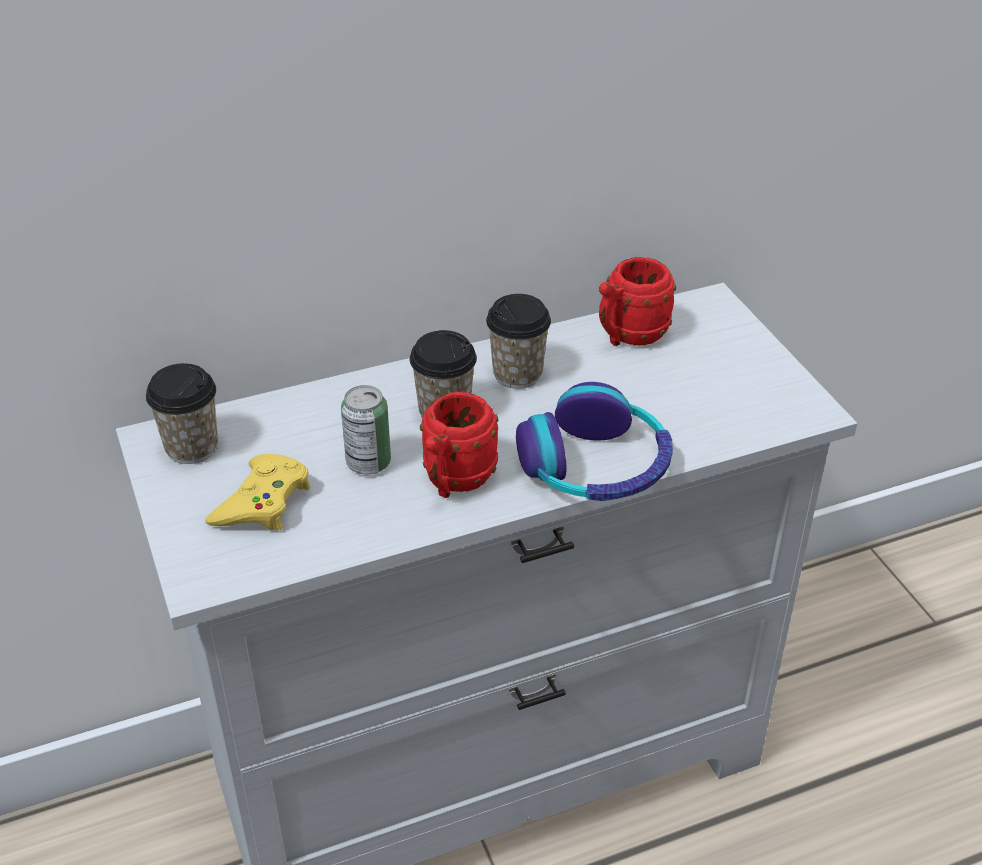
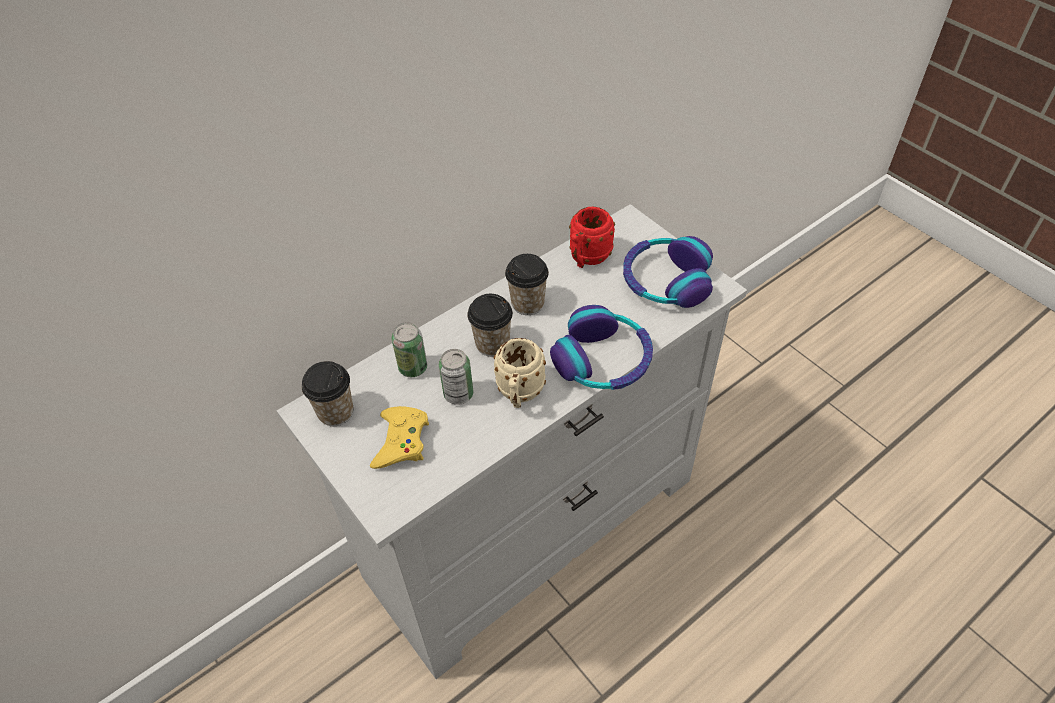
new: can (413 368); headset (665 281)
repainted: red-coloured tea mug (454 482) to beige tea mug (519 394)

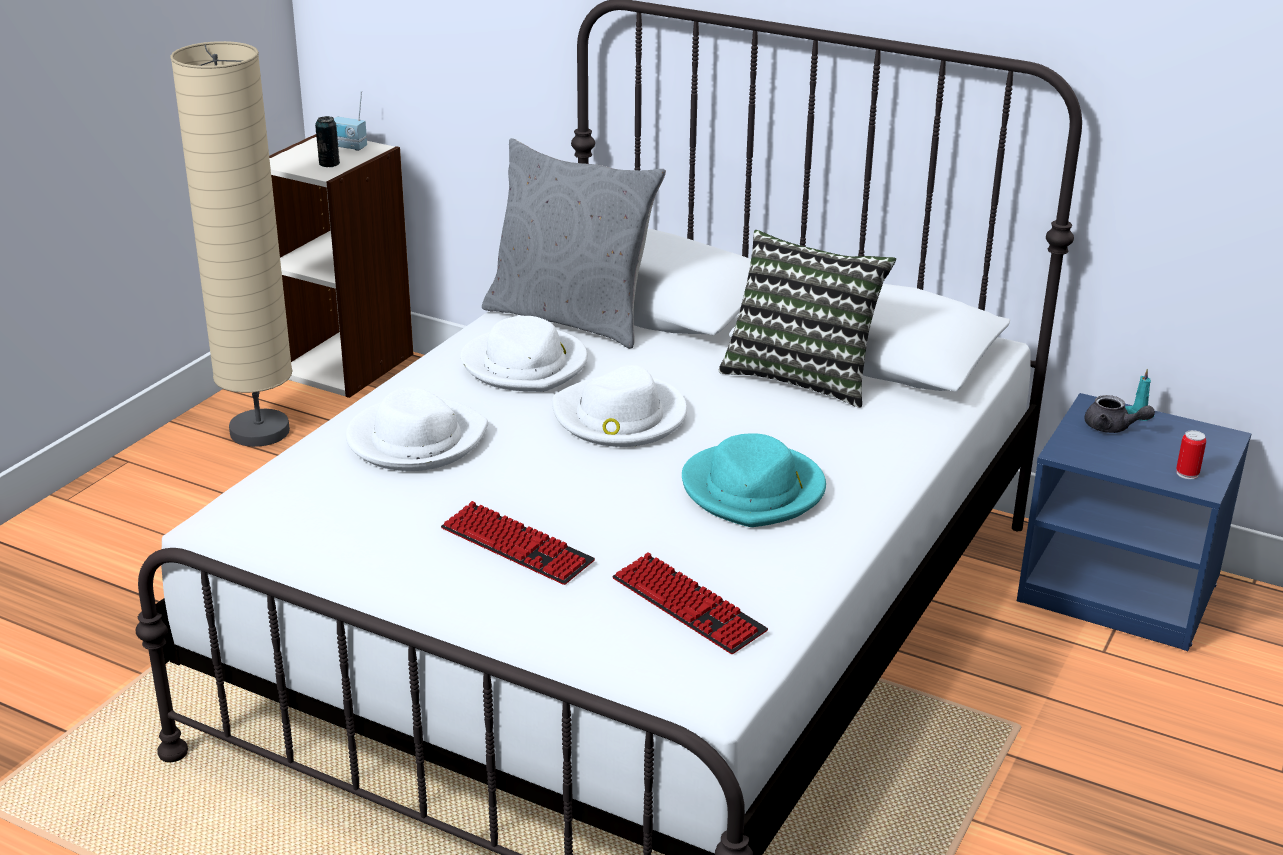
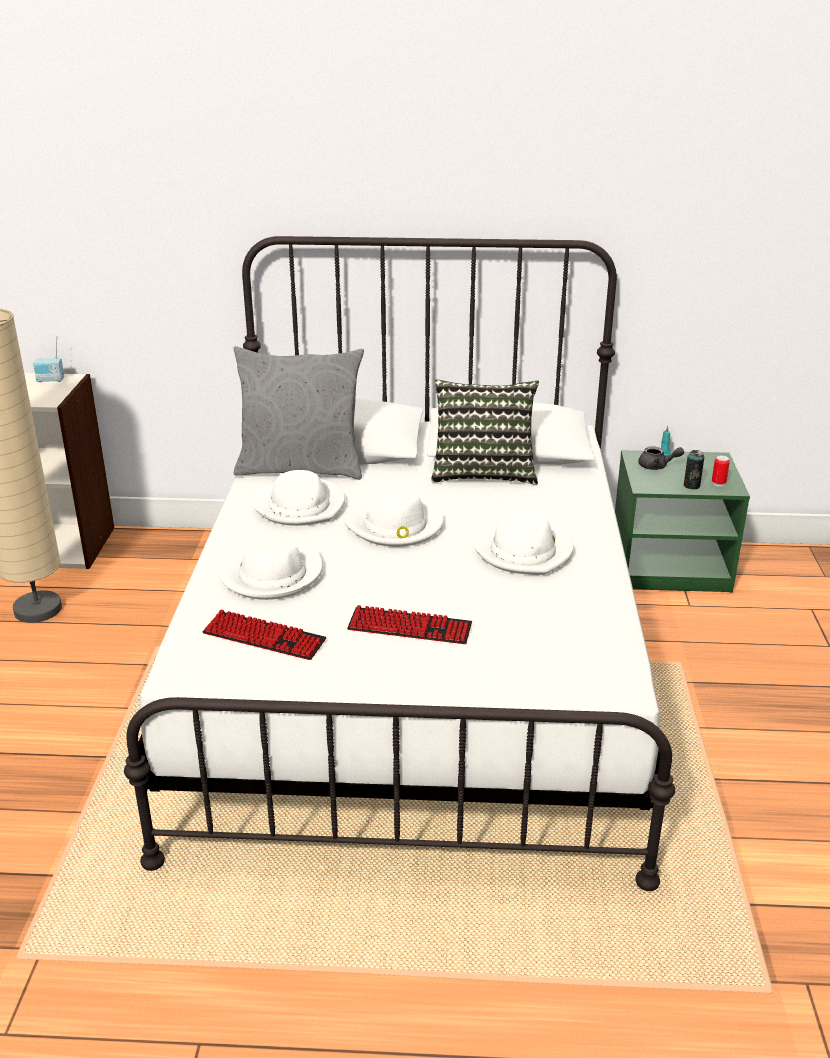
shifted: can (329 163) to (691 486); computer keyboard (688 606) to (264 637)
repainted: turquoise hat (754 490) to whitish hat (523 551); bluish bedside table (1121 589) to green bedside table (670 566)

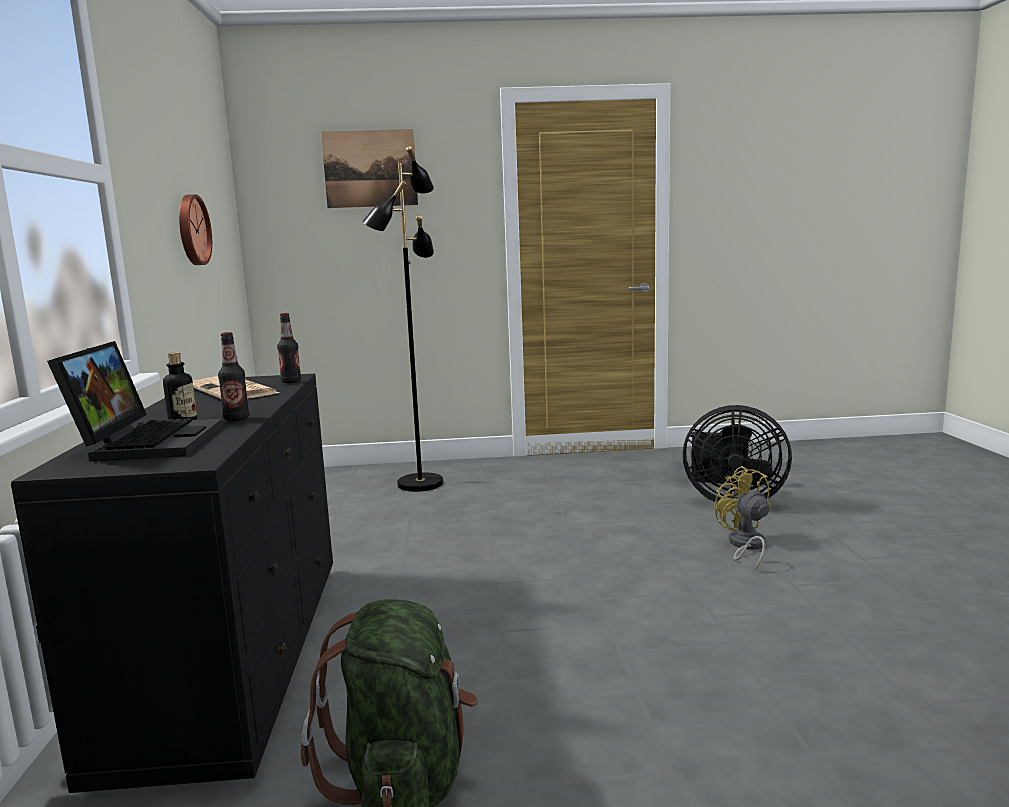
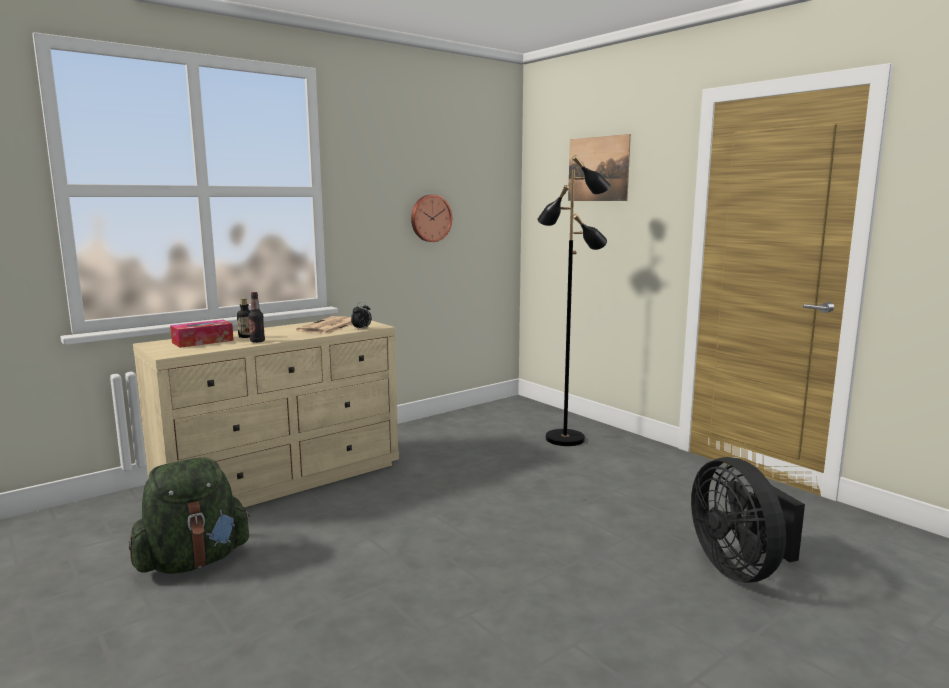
gone: yellowish electric fan (745 546)
swapped: portable computer (148 442) to box of tissues (203 341); bottle (291 382) to alarm clock (362 329)
repainted: black dresser (237 656) to beige dresser (283 479)

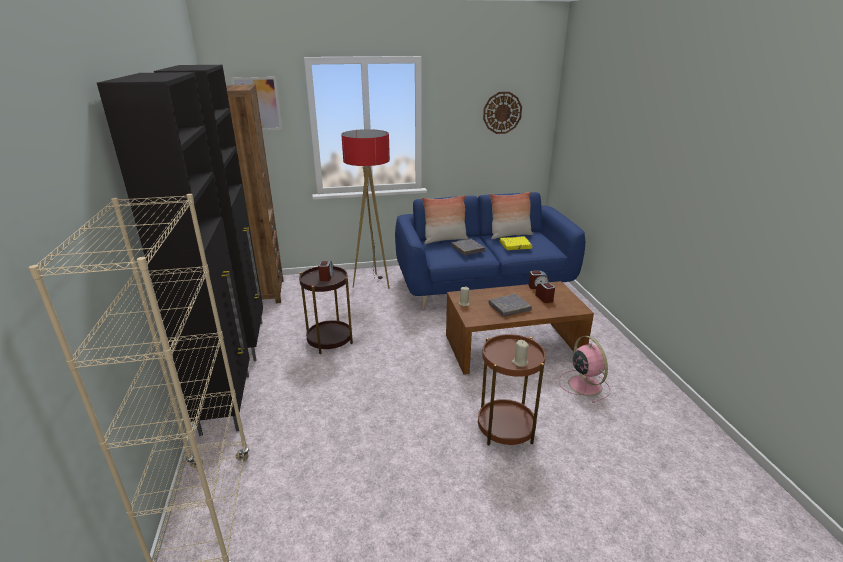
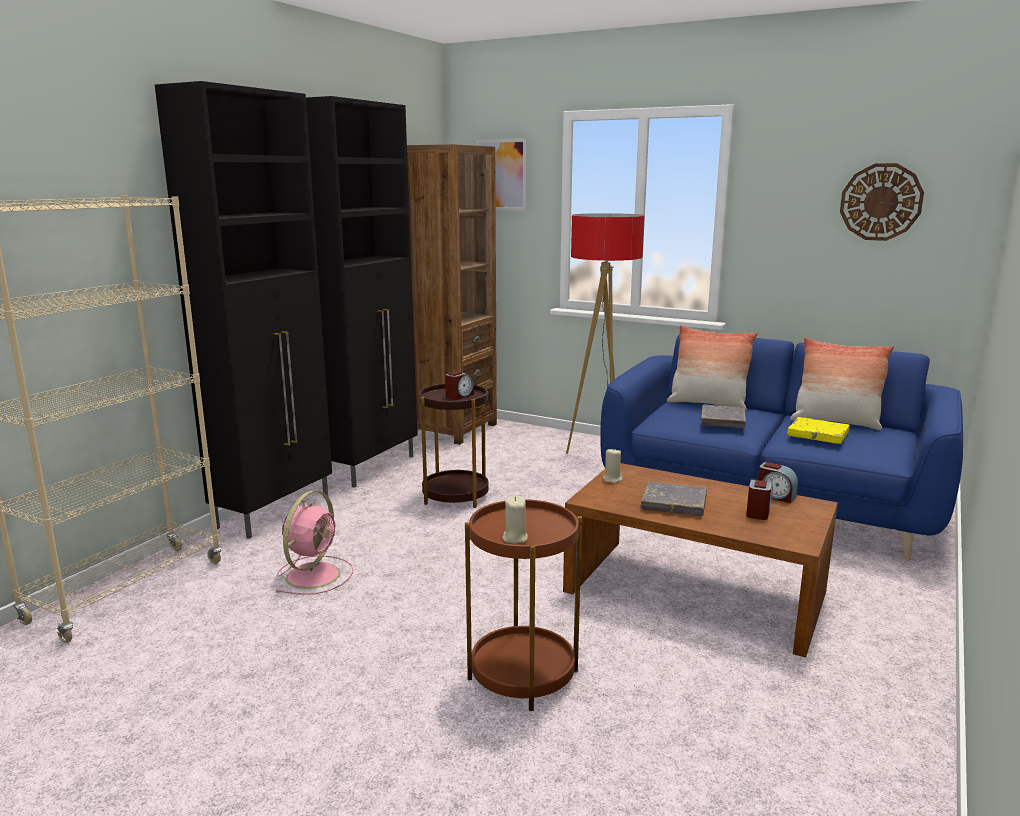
shifted: pinkish electric fan (584 384) to (314 574)

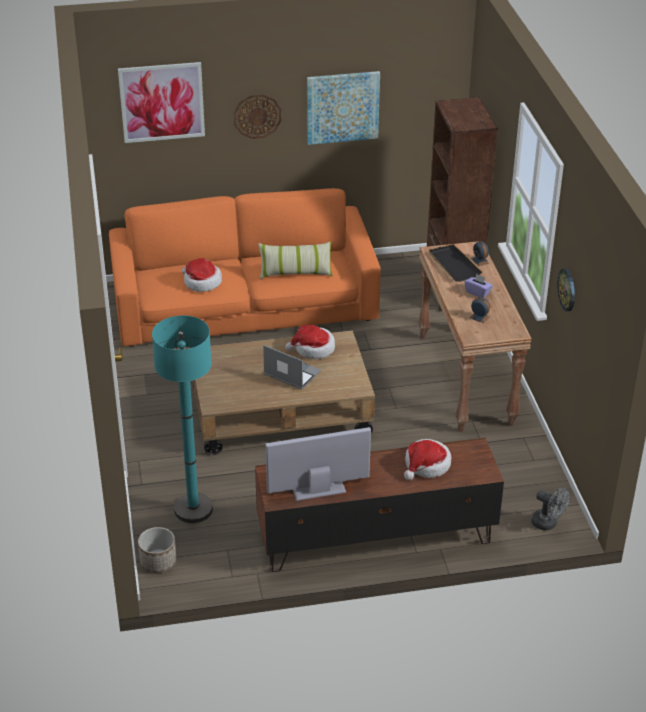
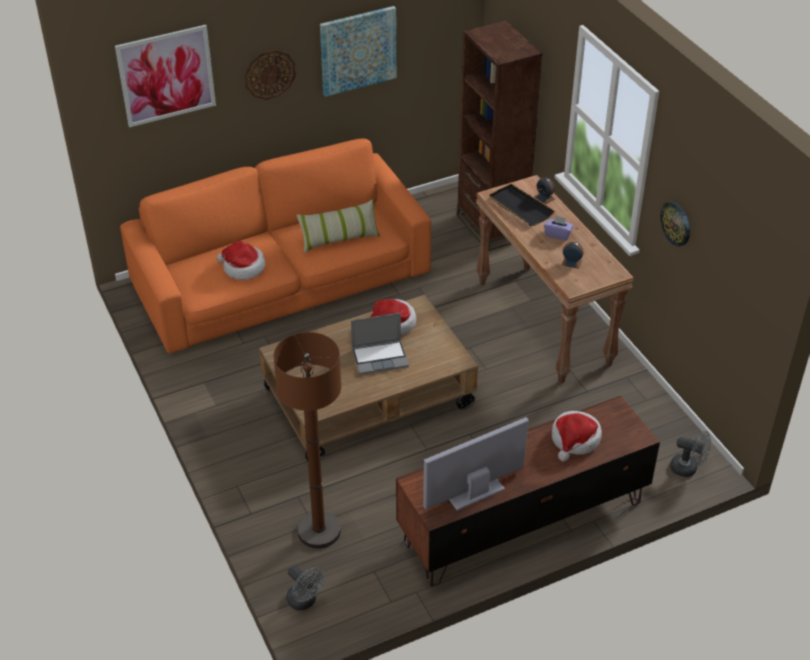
swapped: planter (158 561) to grey electric fan (304 602)
repainted: turquoise standard lamp (193 509) to brown-coloured standard lamp (319 531)
rotated: portable computer (291 374) = (380 357) 150 degrees clockwise

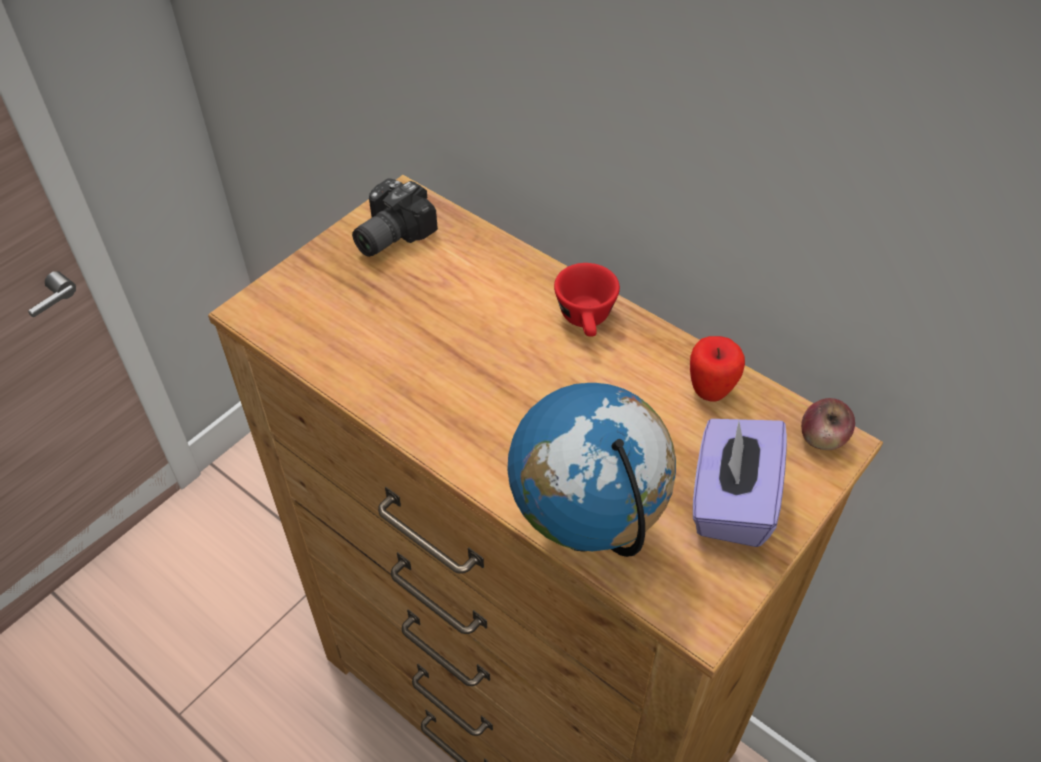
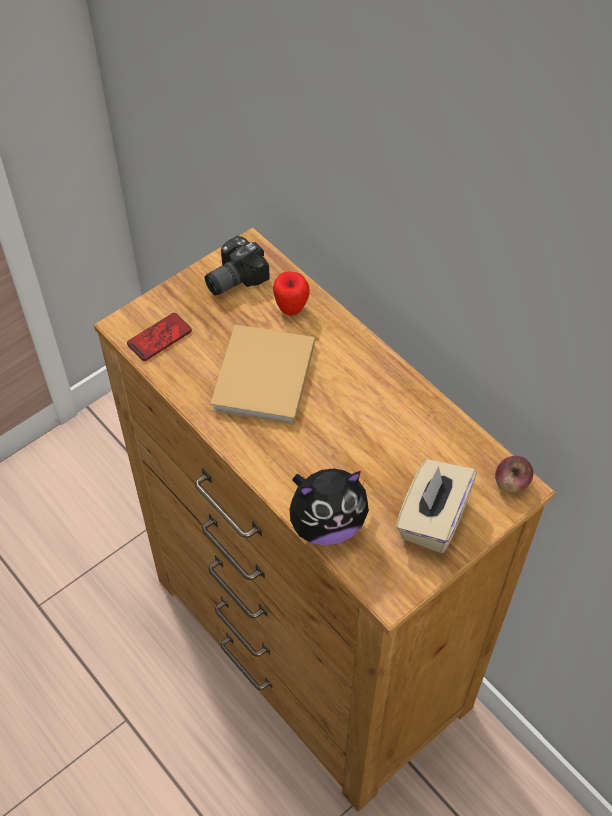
gone: red-coloured drinking cup (587 320)
new: handset (159 337); beige volume (263 380)
shifted: whole apple (710 391) to (291 308)
swapped: world globe (586 531) to plush toy (326 524)
repainted: purple-coloured box of tissues (730 501) to beige box of tissues (432 518)

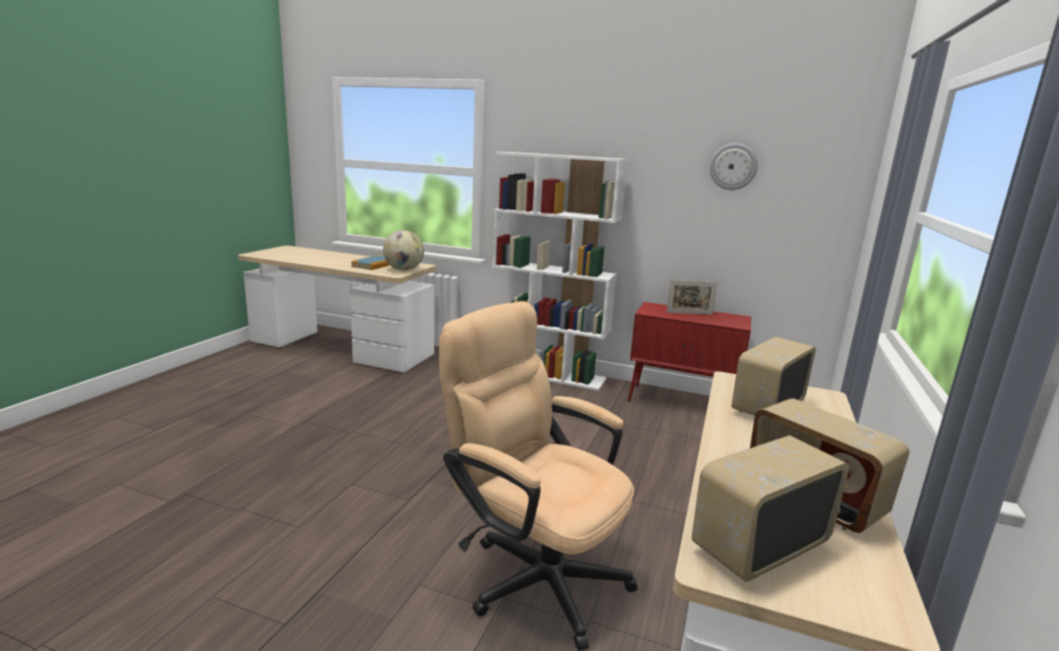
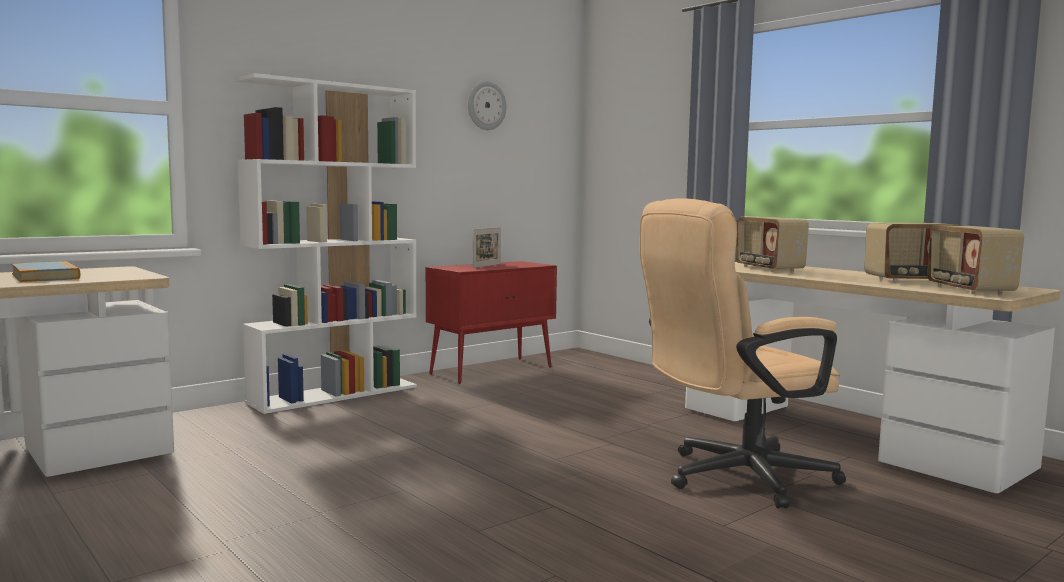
gone: world globe (404 270)

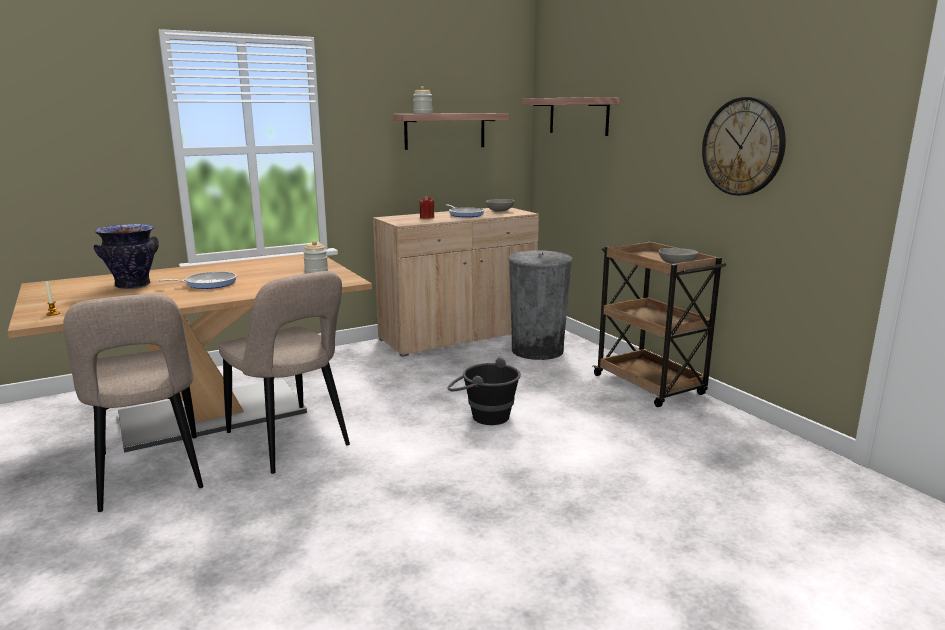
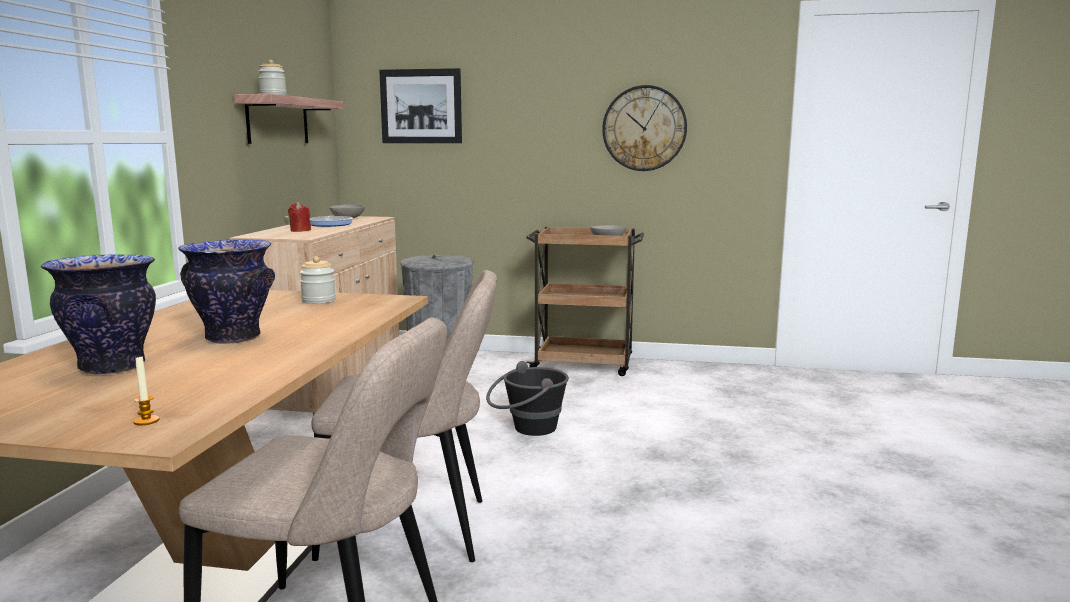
swapped: frying pan (208 284) to decorative vase (232 338); wall shelf (578 116) to picture (421 106)

